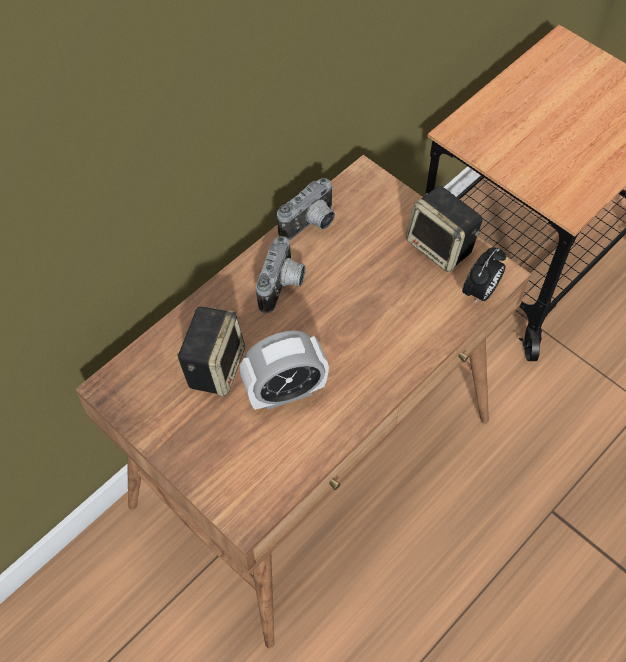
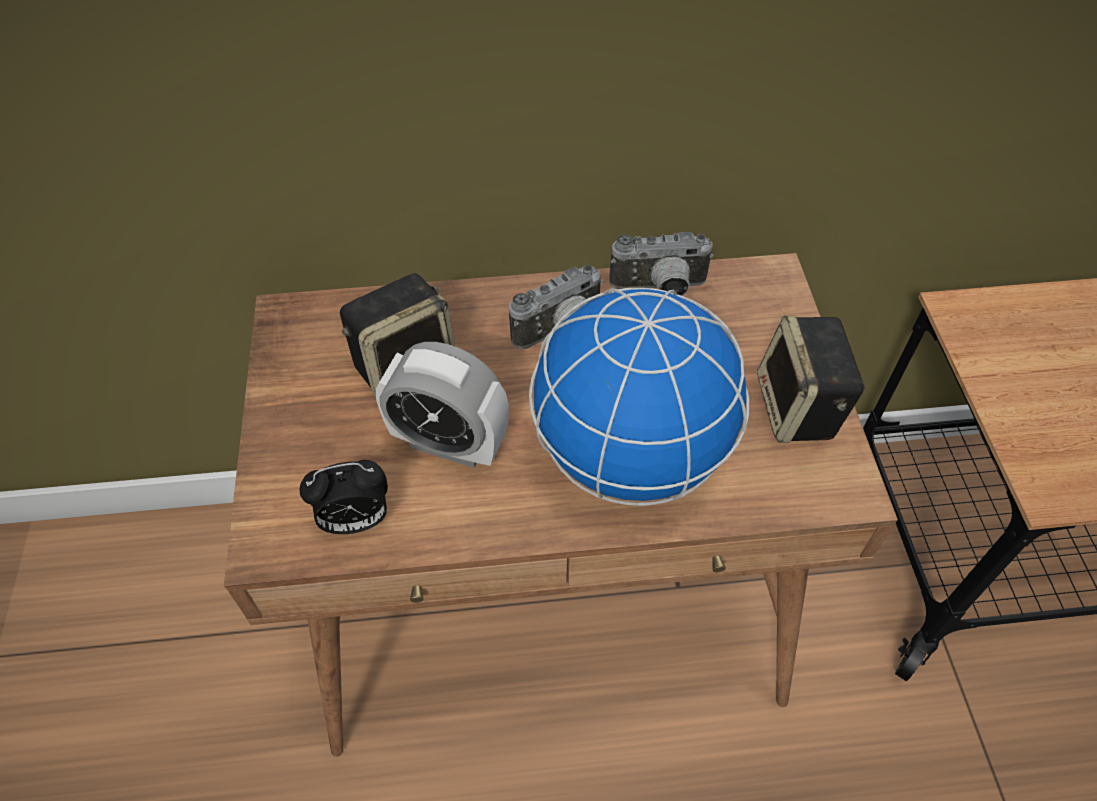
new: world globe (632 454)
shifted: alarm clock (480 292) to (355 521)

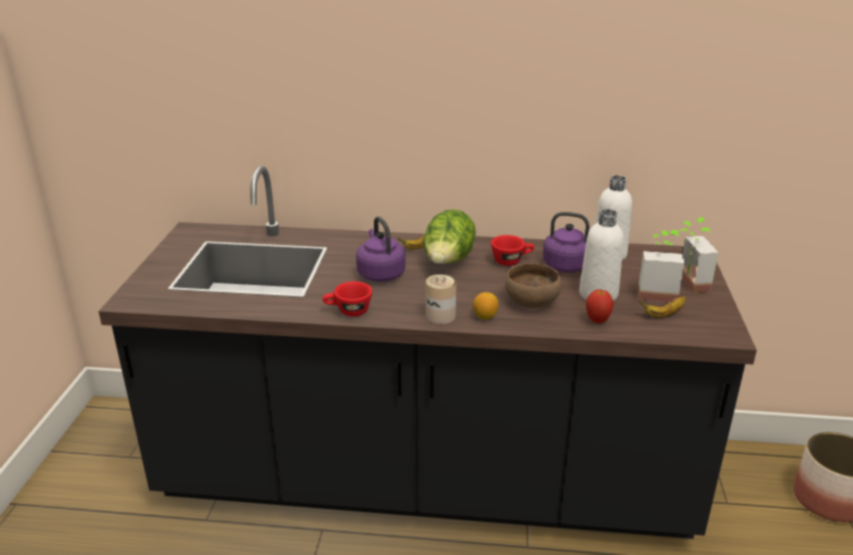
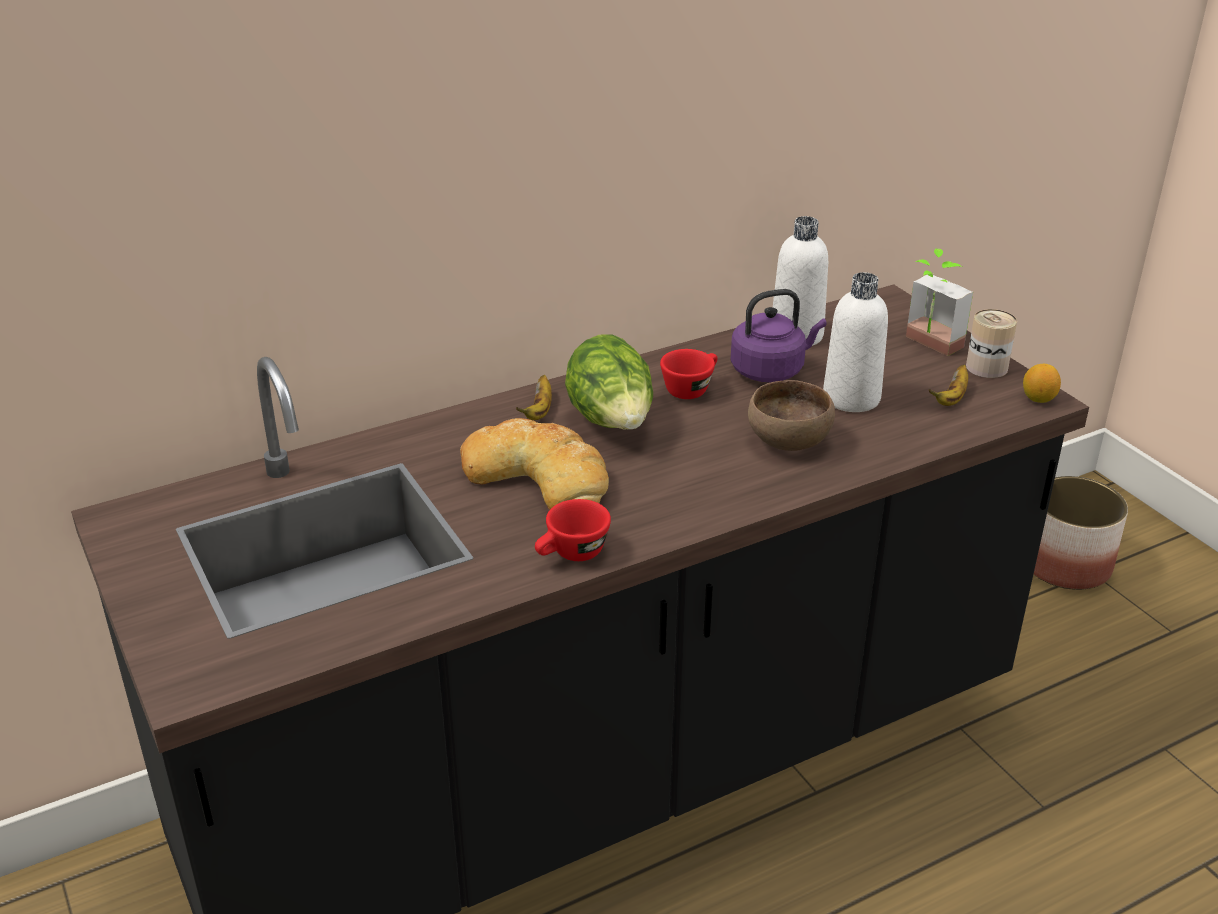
gone: whole apple (597 321); houseplant (656 292)
shifted: can (440 316) to (986 367); citrus fruit (485 316) to (1038 399)
swapped: purple-coloured tea kettle (380 273) to baked bread (538 475)

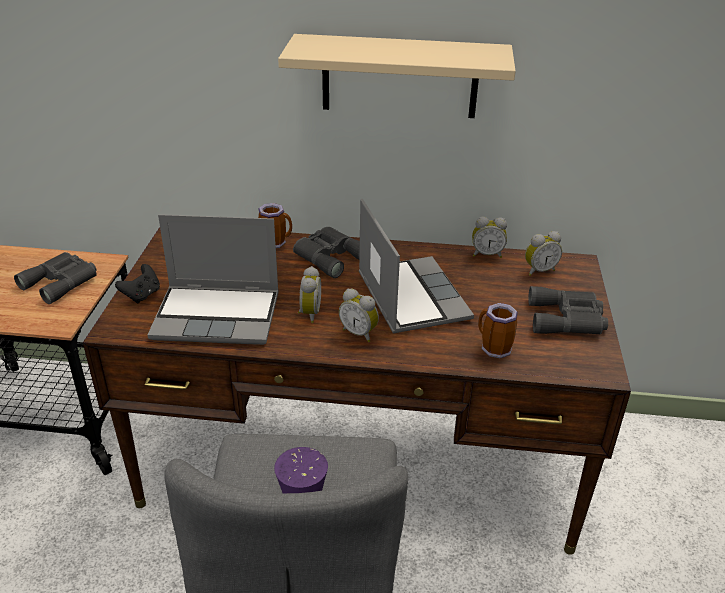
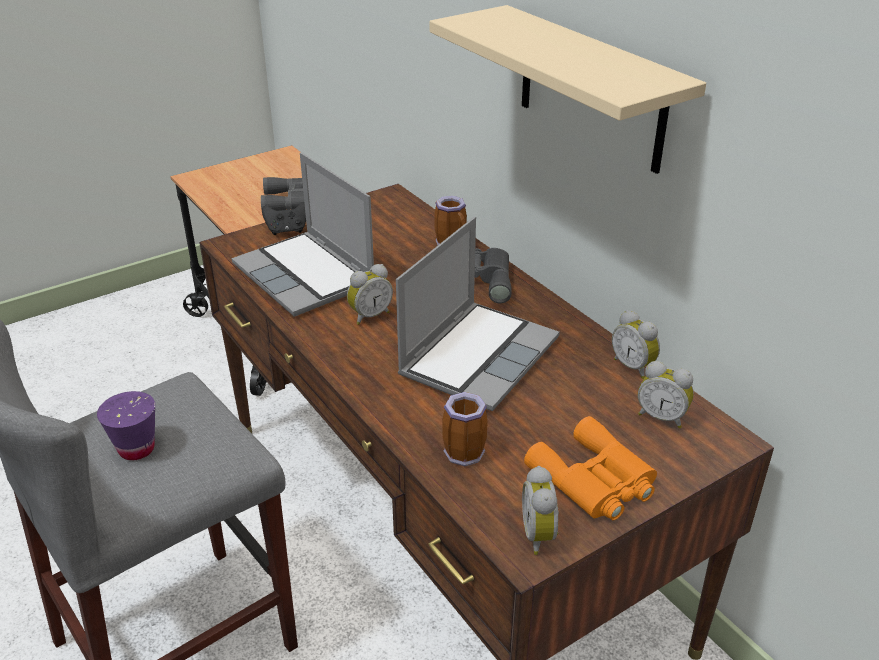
shifted: alarm clock (359 333) to (541 535)
repainted: grey field glasses (568 319) to orange field glasses (595 481)

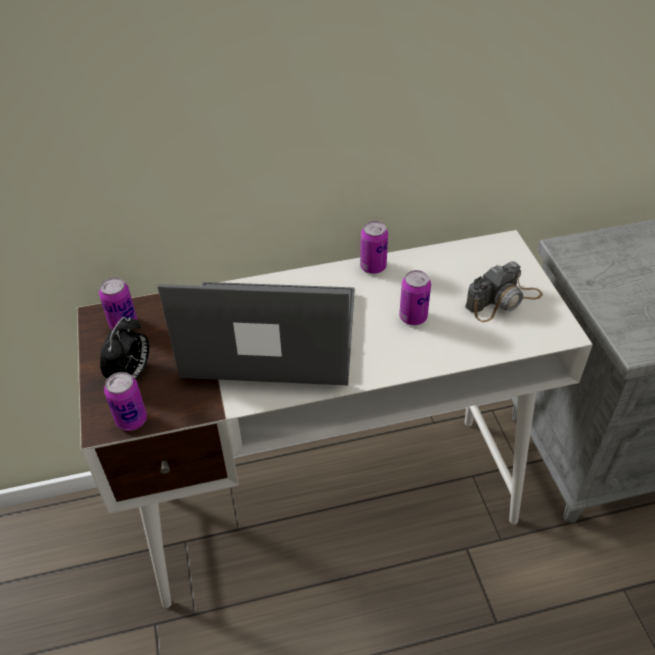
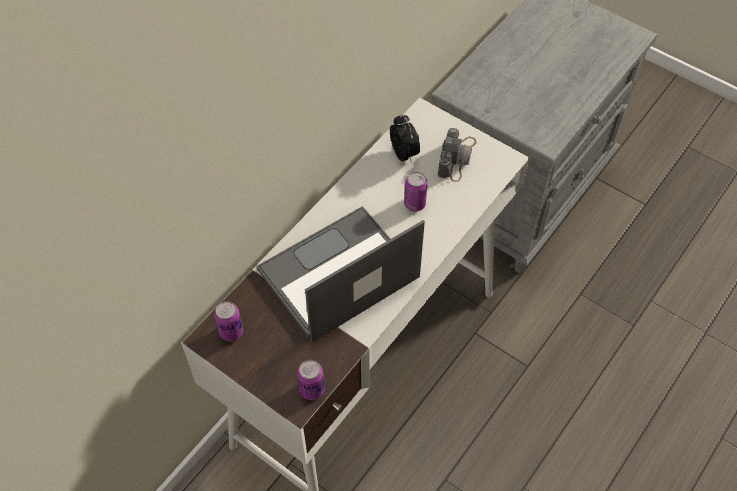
gone: can (373 267)
shifted: alarm clock (131 374) to (404 154)

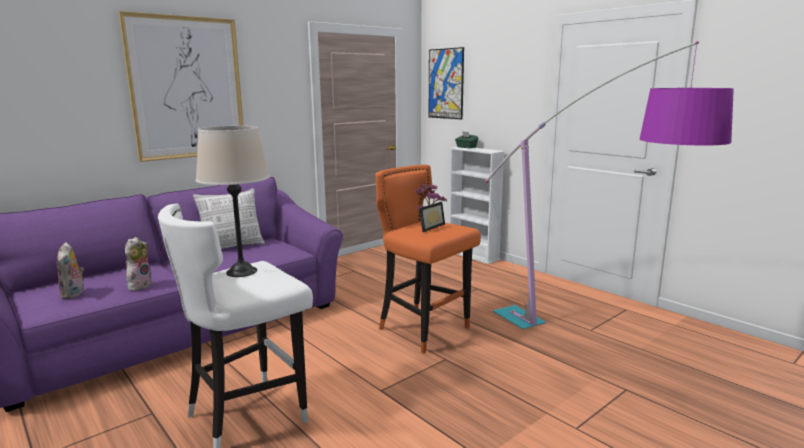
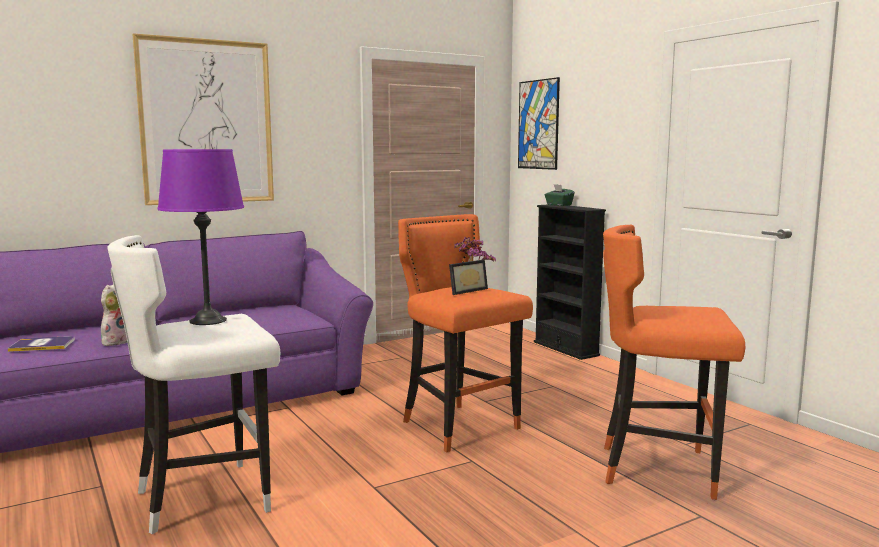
gone: cushion (232 247)
swapped: plush toy (74 294) to volume (43 345); standard lamp (582 353) to orange stool seat (659 469)
repainted: beige table lamp (241 272) to purple-coloured table lamp (208 321); whitish shelving unit (473 255) to black shelving unit (565 349)

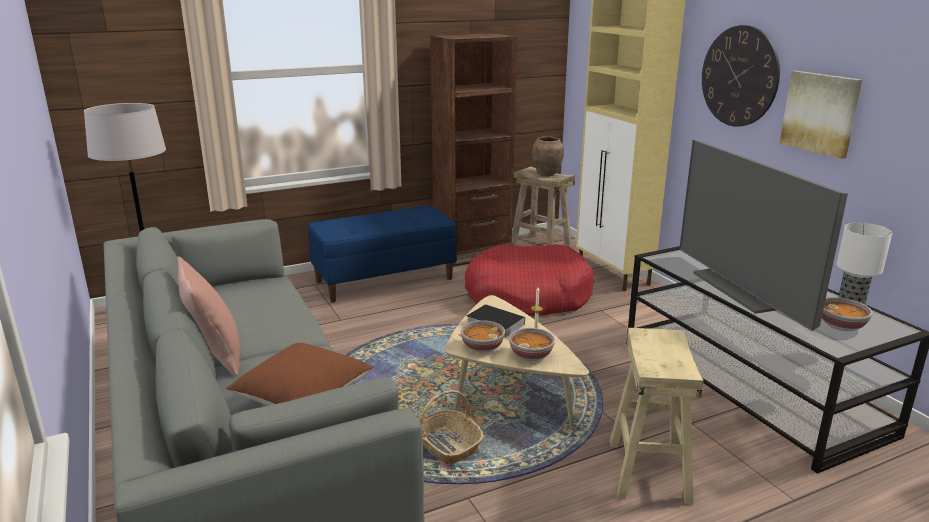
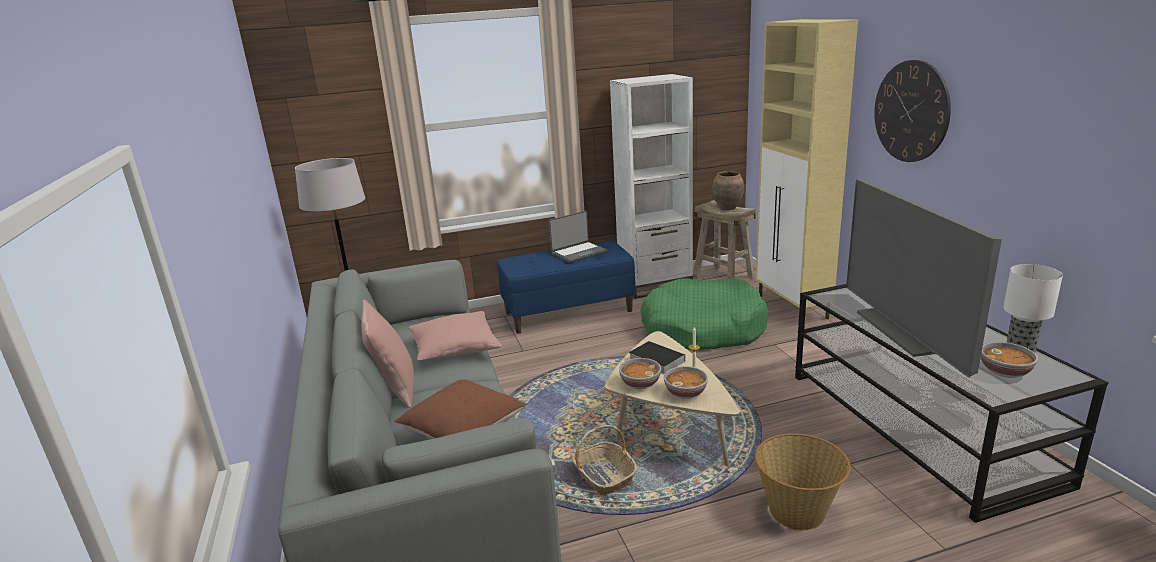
gone: picture (820 113)
new: pinkish cushion (455 348); portable computer (578 253)
swapped: beige stool seat (649 471) to basket (798 511)
repainted: brown-coloured shelving unit (472 253) to whitish shelving unit (655 285); red-coloured pet bed (527 296) to green pet bed (702 329)

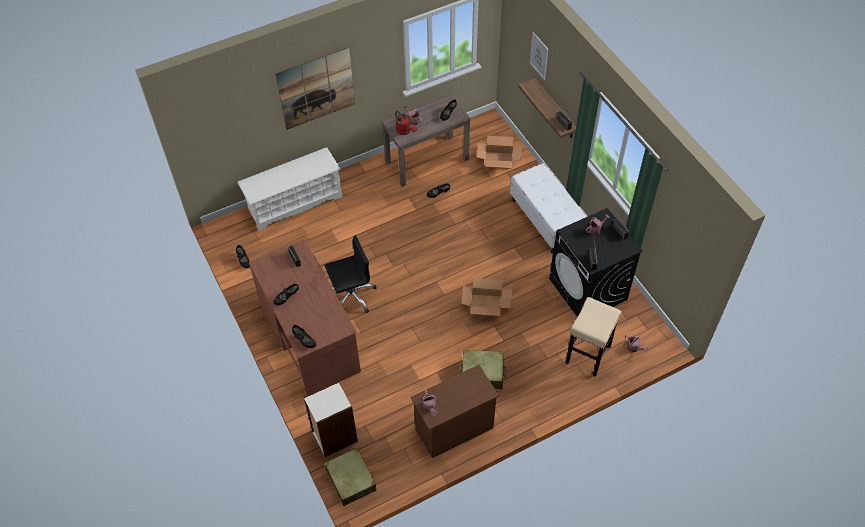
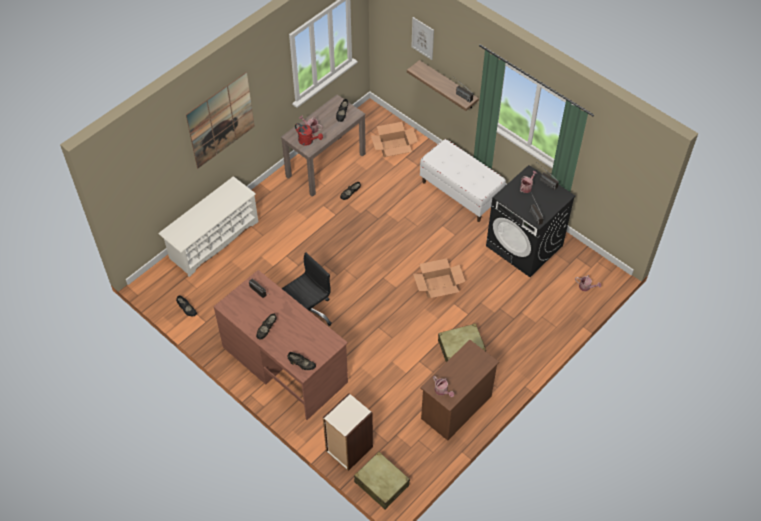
gone: beige stool seat (588 355)

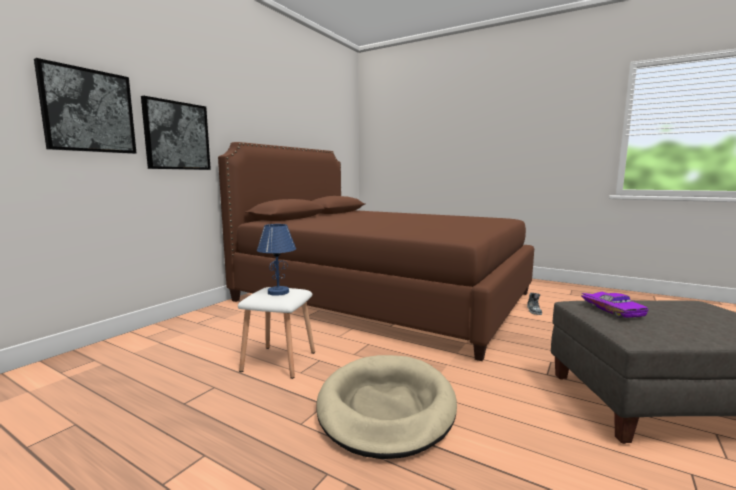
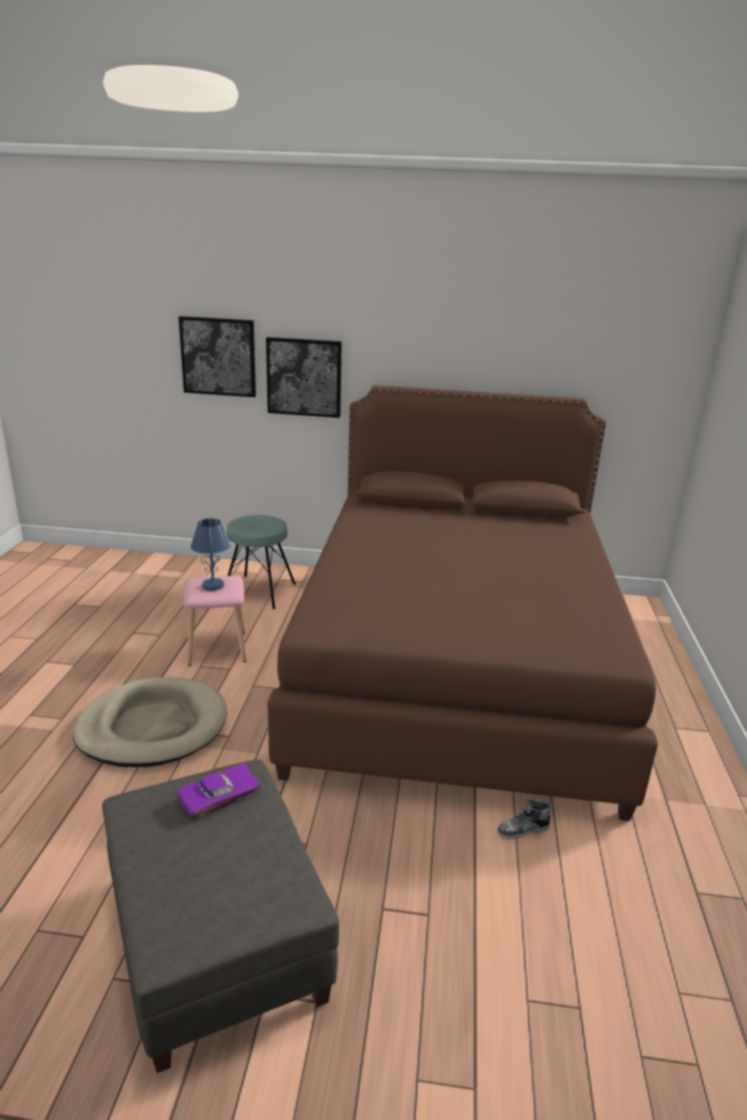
new: turquoise stool seat (259 592)
repainted: whitish stool seat (279 361) to pinkish stool seat (218 648)

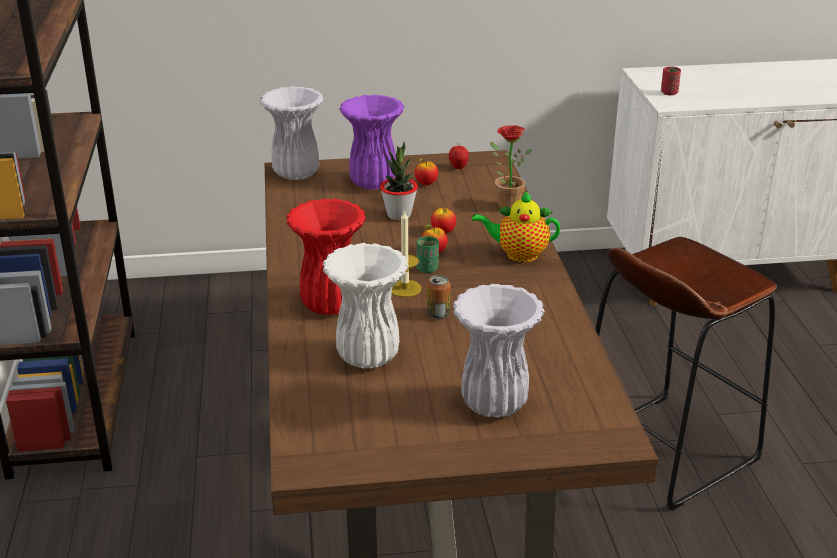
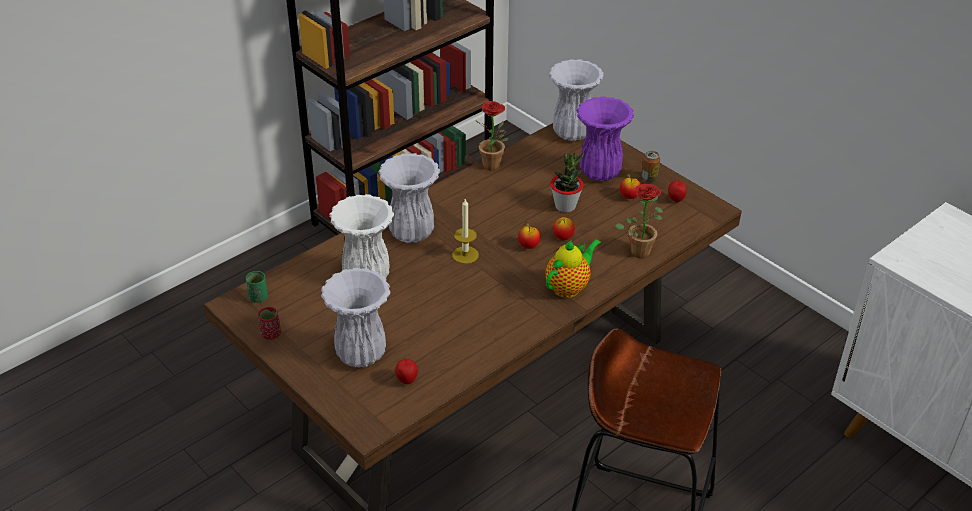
new: whole apple (406 381); houseplant (494 167)
shifted: green drinking cup (427 269) to (258 297); can (438 314) to (649 178); red-coloured drinking cup (669 93) to (271 334)
repainted: red-coloured decorative vase (331 305) to whitish decorative vase (412 234)
rotated: teapot (518 255) = (569 287) 75 degrees clockwise

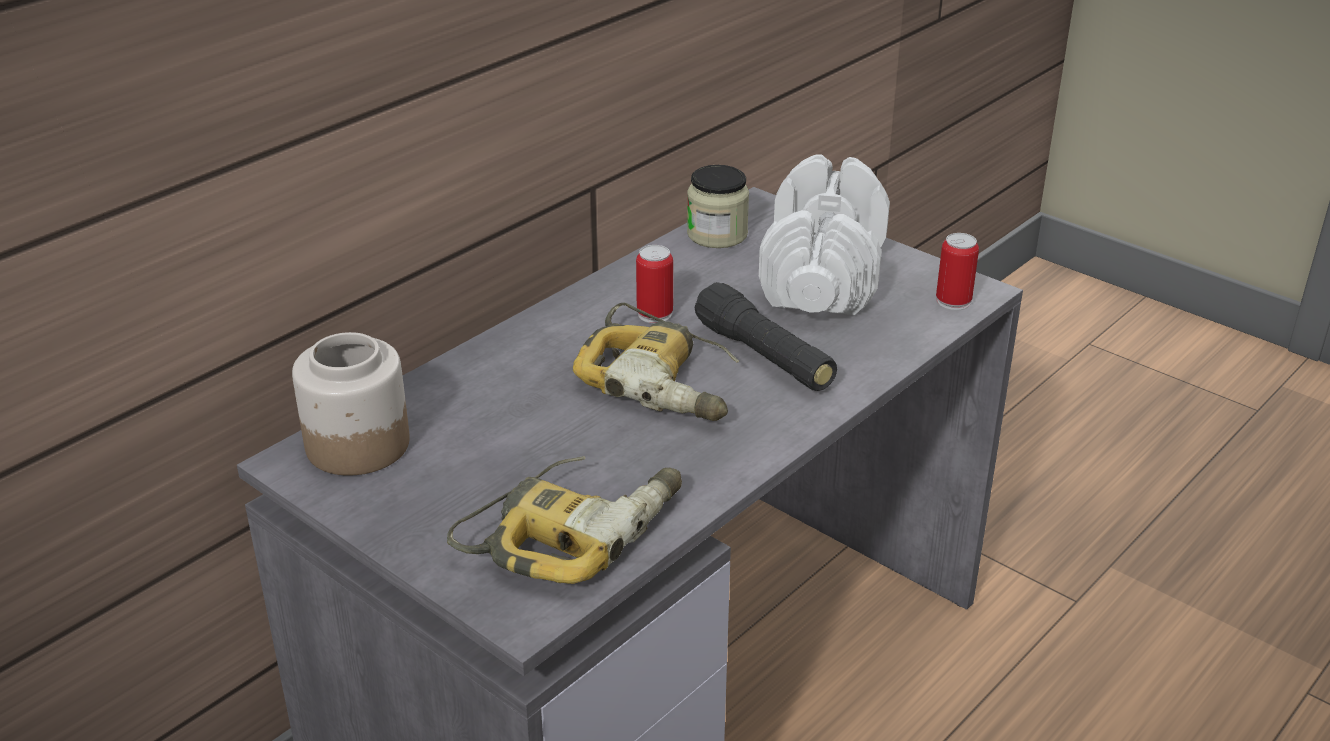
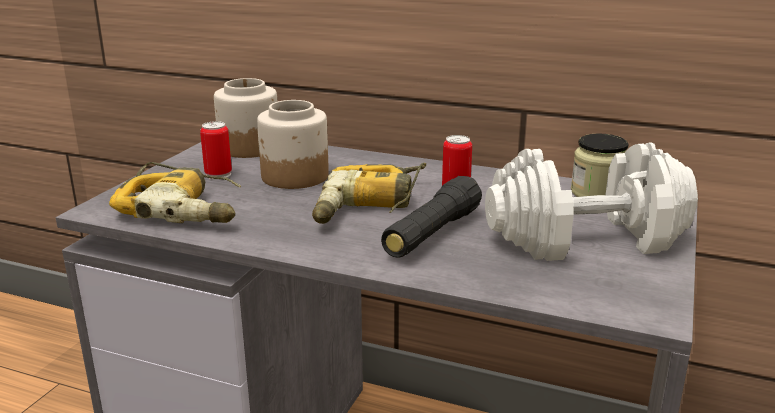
new: storage jar (294 177)
shifted: can (953 301) to (218 175)

